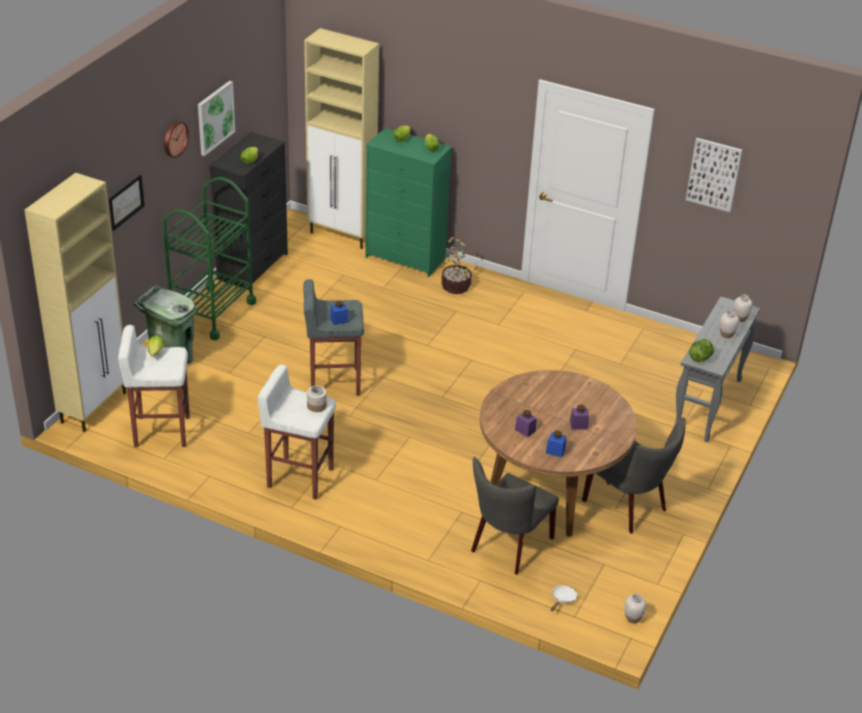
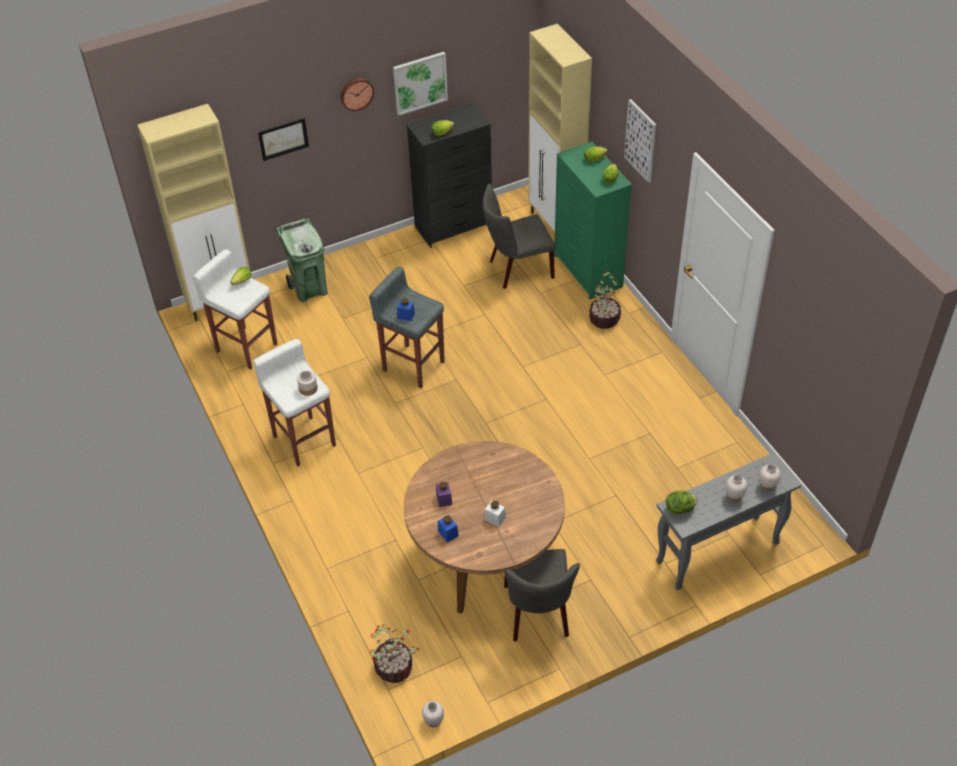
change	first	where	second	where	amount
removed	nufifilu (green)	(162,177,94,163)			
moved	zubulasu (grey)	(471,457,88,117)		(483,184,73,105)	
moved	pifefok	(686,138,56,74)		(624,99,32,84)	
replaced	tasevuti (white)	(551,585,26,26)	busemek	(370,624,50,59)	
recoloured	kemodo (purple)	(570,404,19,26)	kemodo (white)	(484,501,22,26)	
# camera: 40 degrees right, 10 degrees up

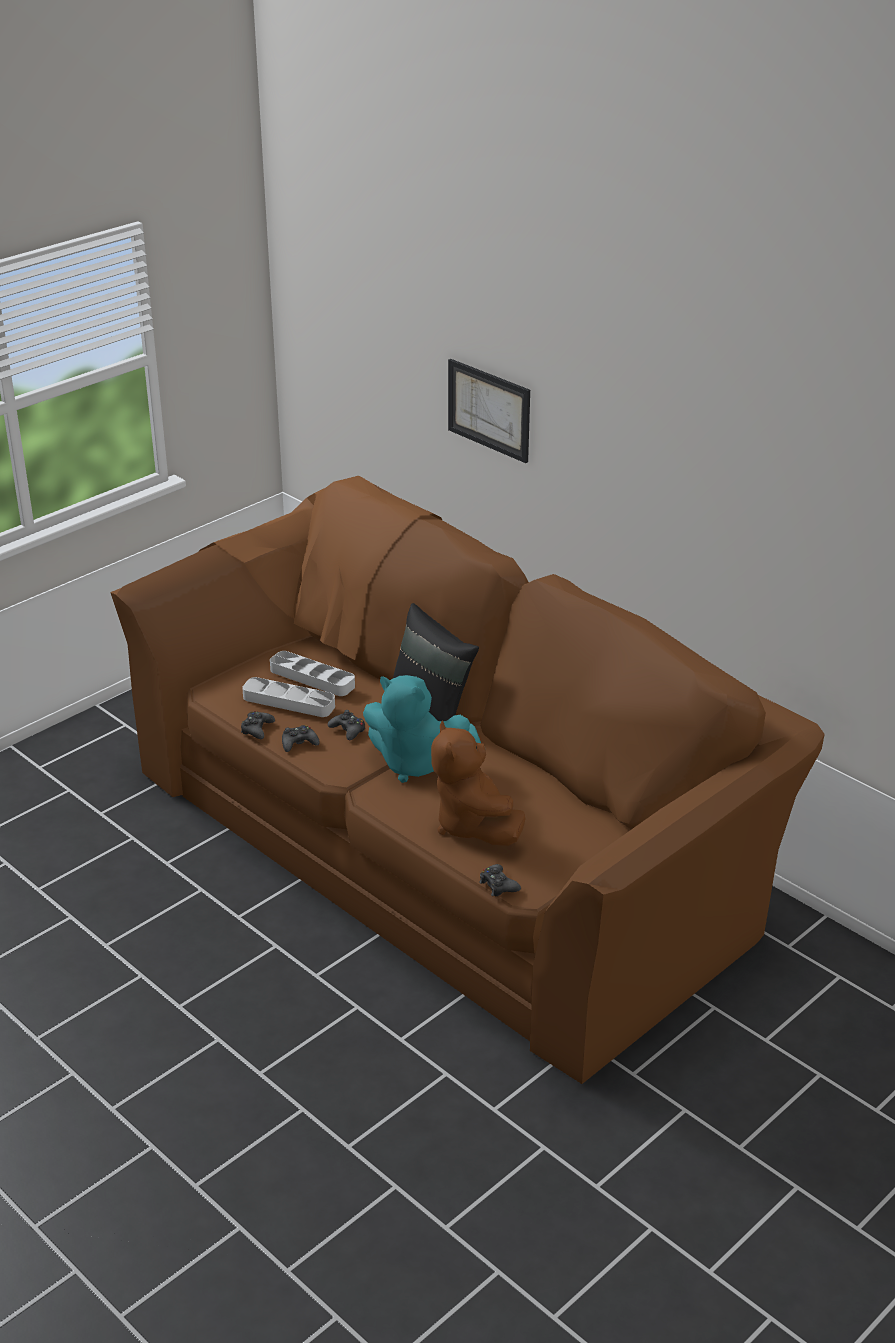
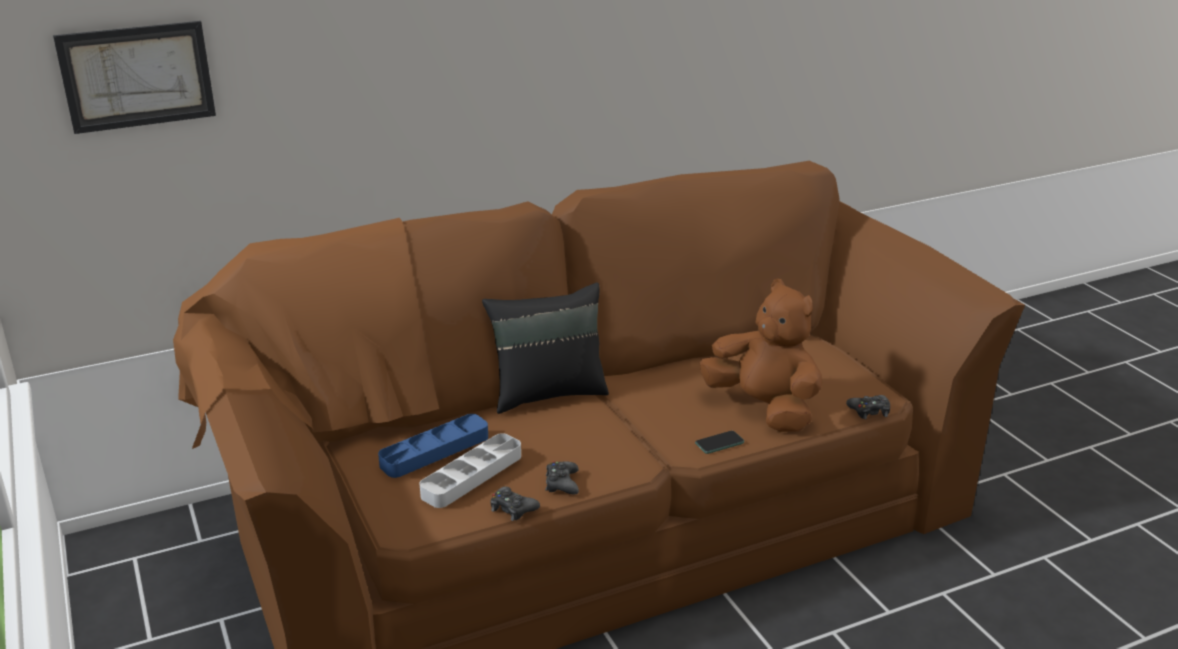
change	first	where	second	where	amount
removed	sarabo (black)	(328,710,37,30)			
removed	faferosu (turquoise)	(363,675,118,108)			
added			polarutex	(695,431,49,23)	
moved	pifefok	(448,359,82,104)		(53,21,163,113)	
recoloured	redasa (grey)	(270,651,85,45)	redasa (blue)	(378,414,110,64)	
turned	faferosu (brown)	(431,721,95,125)		(700,279,122,153)	135 degrees counterclockwise
# camera: 70 degrees left, 5 degrees down

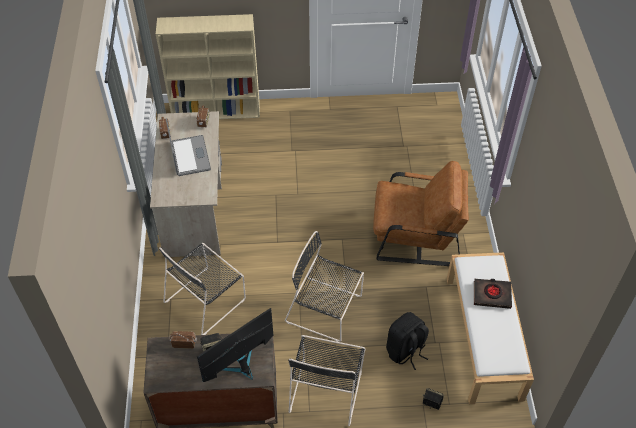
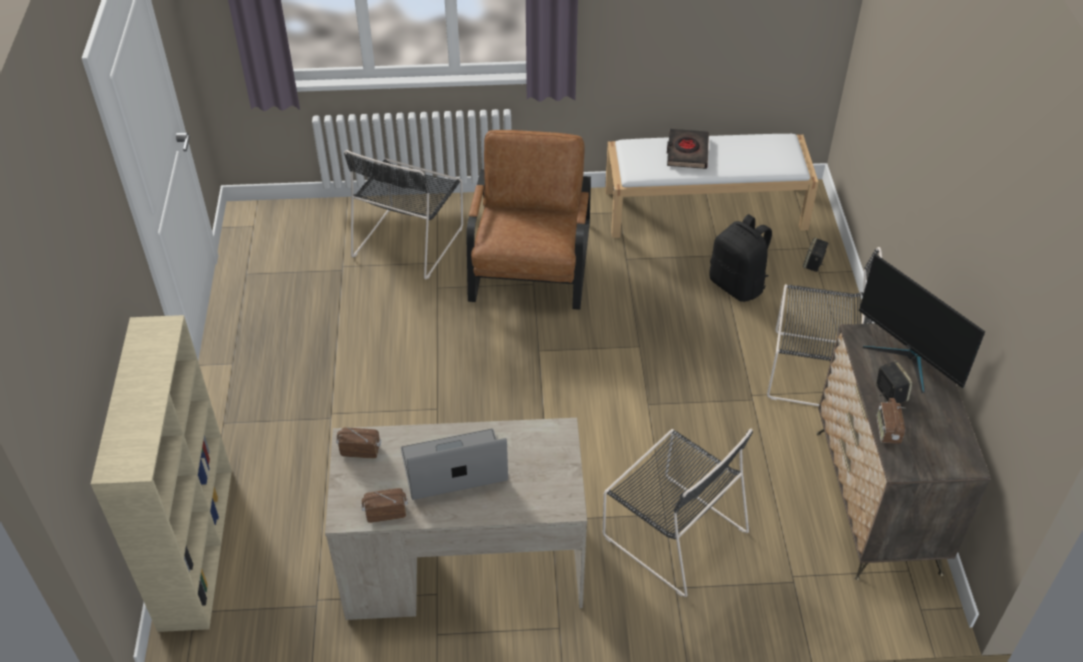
change	first	where	second	where	amount
moved	zubulasu (black)	(285,231,79,111)		(344,150,119,130)	
# camera: 90 degrees left, 5 degrees down

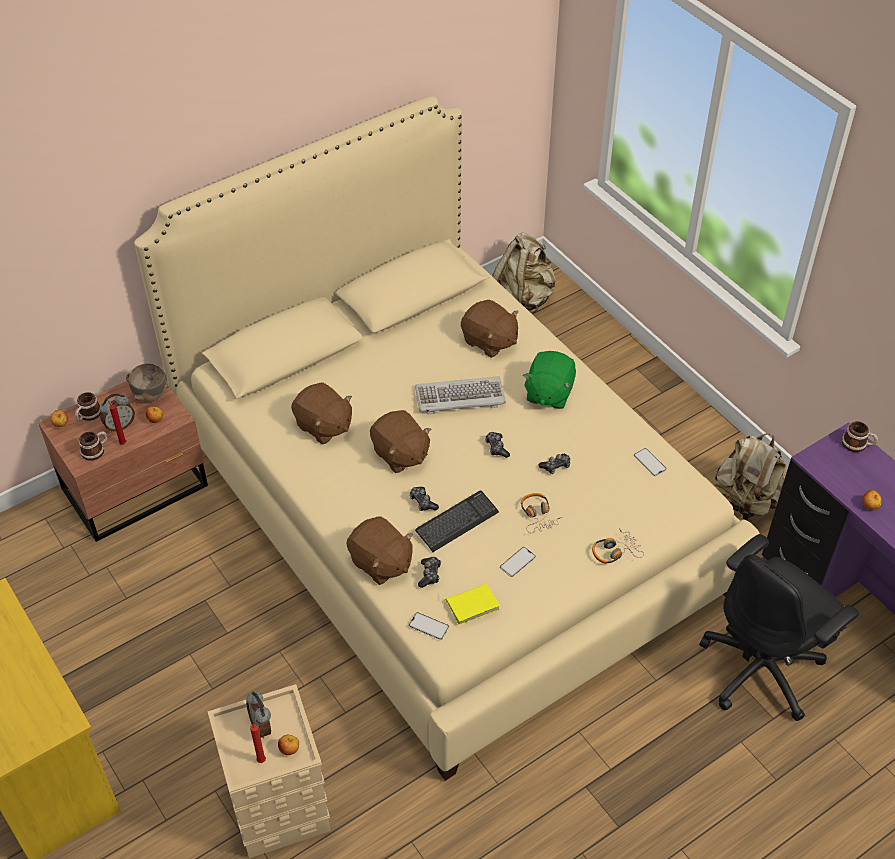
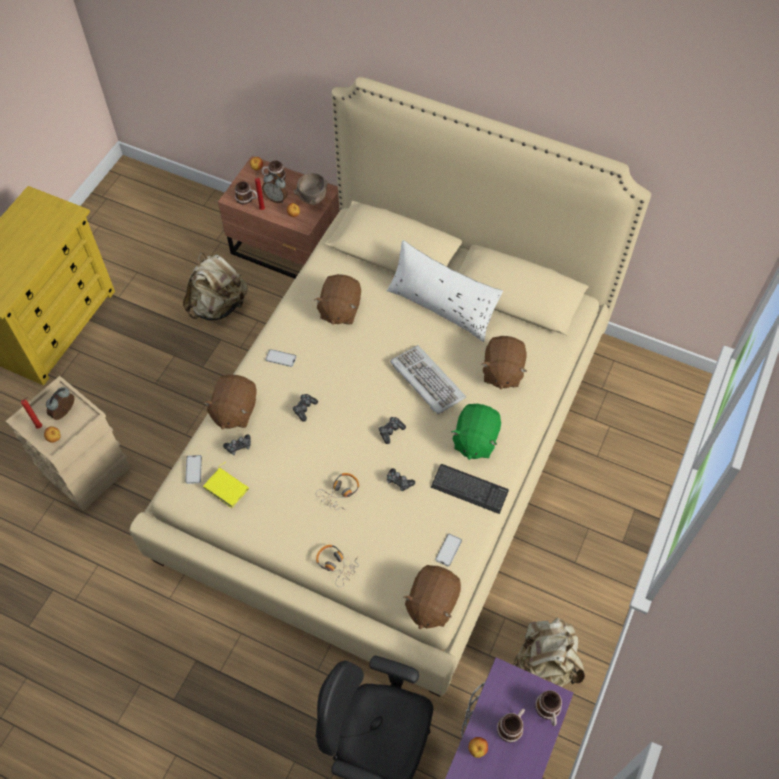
change	first	where	second	where	amount
added			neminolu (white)	(387,240,116,102)	
added			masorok	(497,709,28,34)	
moved	faferosu (brown)	(370,410,61,63)		(403,565,58,64)	
moved	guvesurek	(415,490,84,62)		(431,464,78,50)	
moved	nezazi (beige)	(492,233,64,80)		(183,253,65,67)	
moved	polarutex	(500,547,36,30)		(265,349,32,18)	
turned	faferosu (green)	(522,351,54,58)		(451,404,50,56)	60 degrees counterclockwise
# camera: 60 degrees right, 10 degrees up

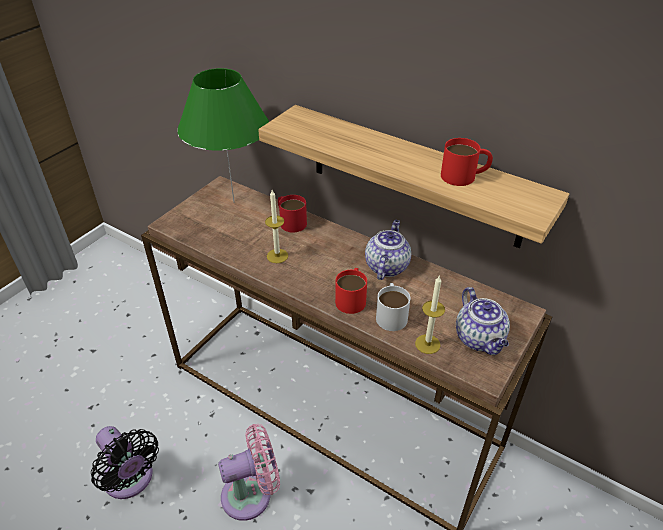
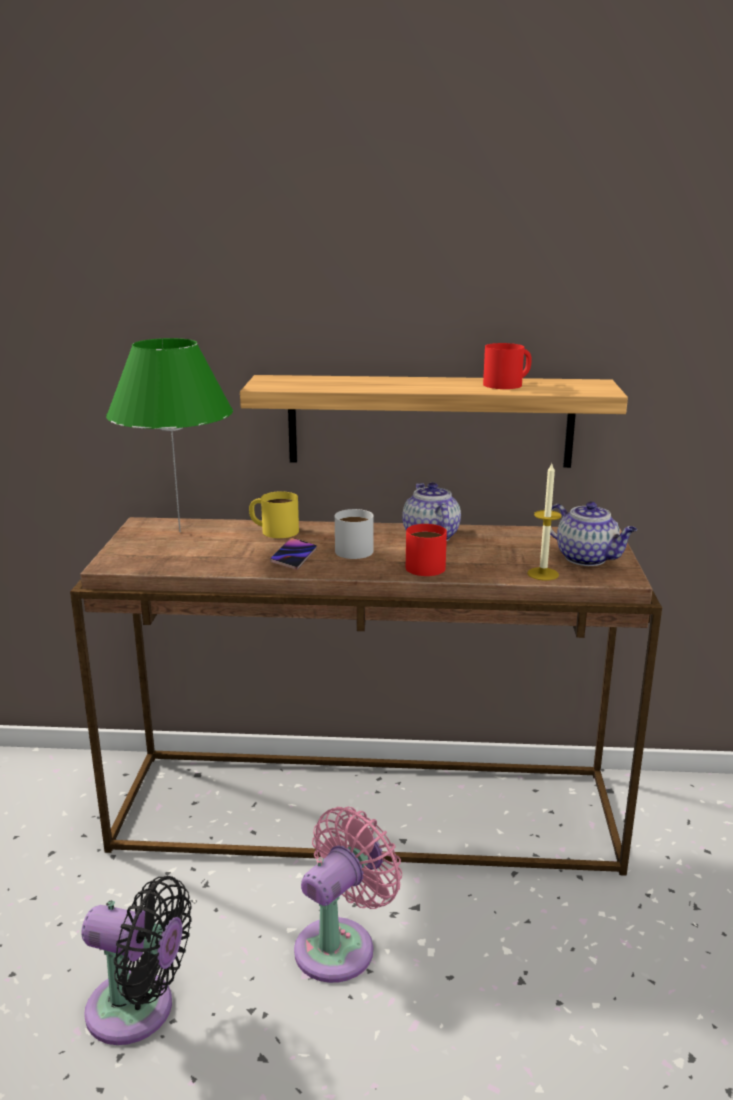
change	first	where	second	where	amount
moved	masorok (white)	(376,283,34,48)		(335,509,38,50)	
replaced	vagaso	(265,190,23,73)	polarutex	(270,538,47,32)	
recoloured	masorok (red)	(278,195,29,37)	masorok (yellow)	(249,491,50,47)	
# camera: 30 degrees left, 20 degrees down

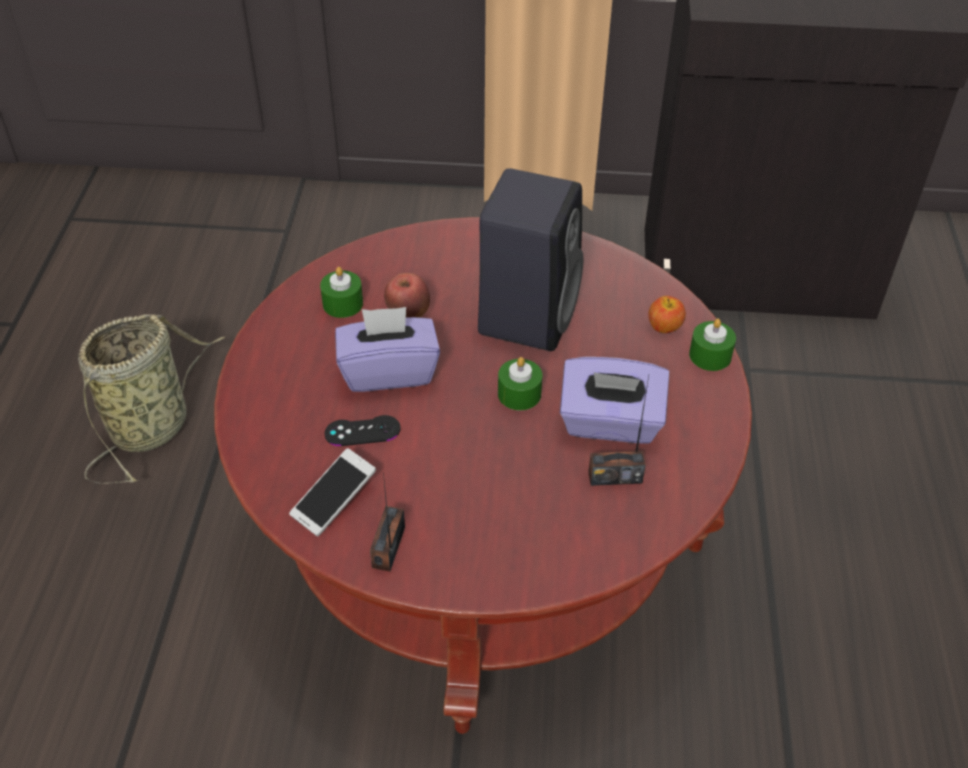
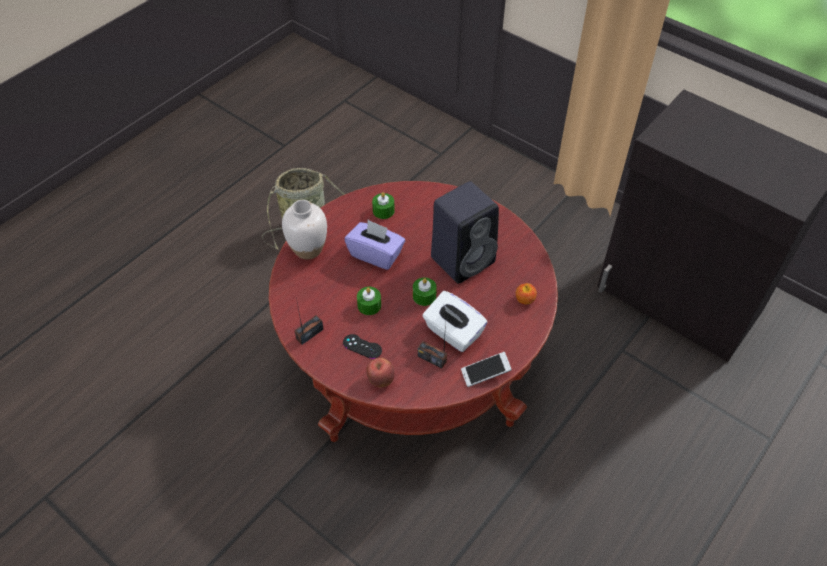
change	first	where	second	where	amount
added			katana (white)	(282,200,45,59)	
moved	polarutex	(289,448,87,89)		(461,352,51,35)	
moved	sarabo (black)	(325,415,75,31)		(343,334,39,25)	
moved	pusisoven	(384,273,46,45)		(366,358,29,29)	
moved	vagaso (green)	(689,318,47,53)		(357,287,24,28)	
recoloured	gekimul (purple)	(560,357,109,87)	gekimul (white)	(422,291,65,61)	
# camera: 35 degrees right, 5 degrees up

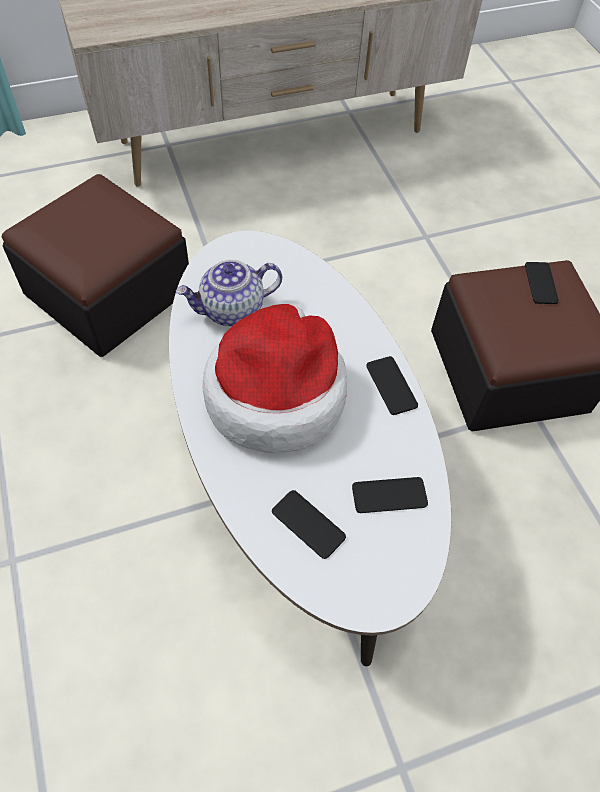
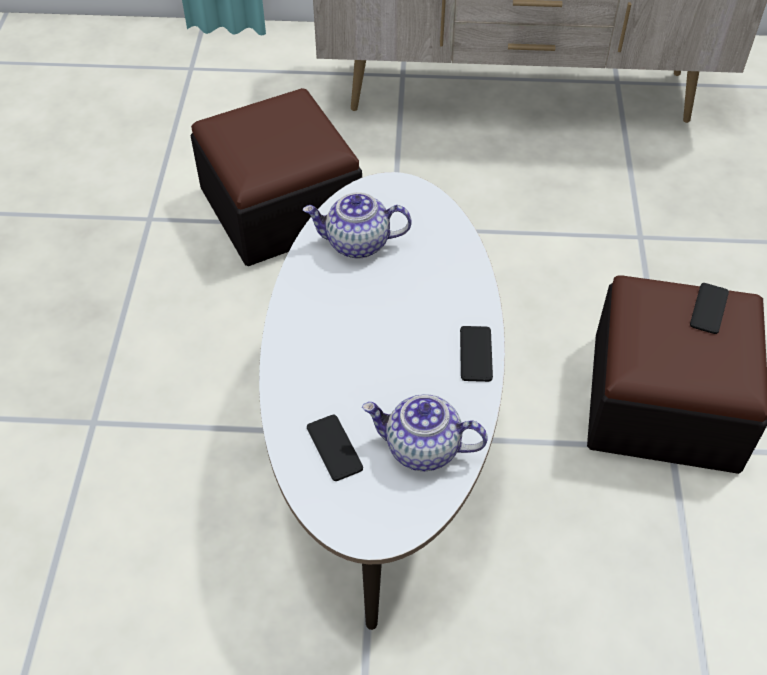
change	first	where	second	where	amount
removed	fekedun	(203,304,144,149)			
replaced	polarutex	(352,477,76,36)	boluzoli	(362,394,126,77)	
# camera: 25 degrees right, 5 degrees down

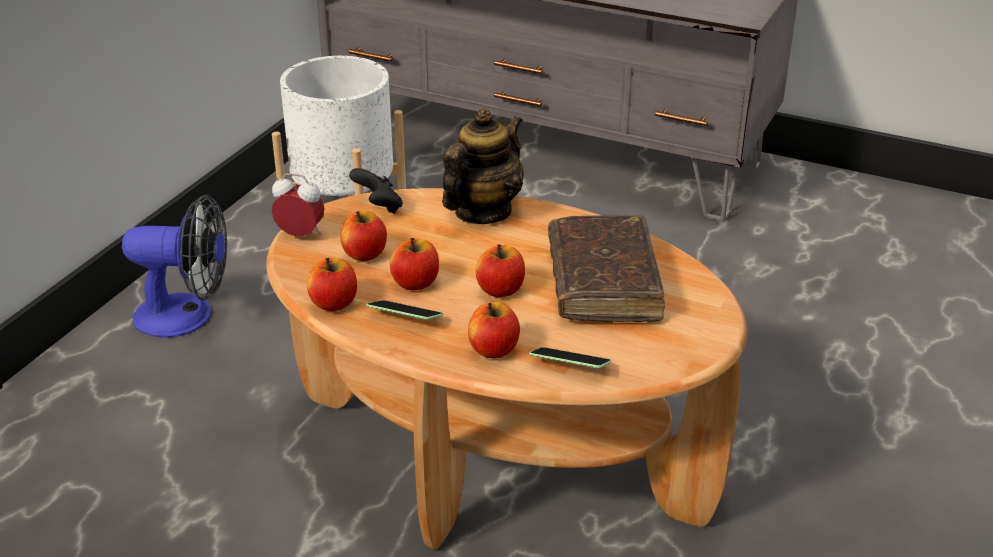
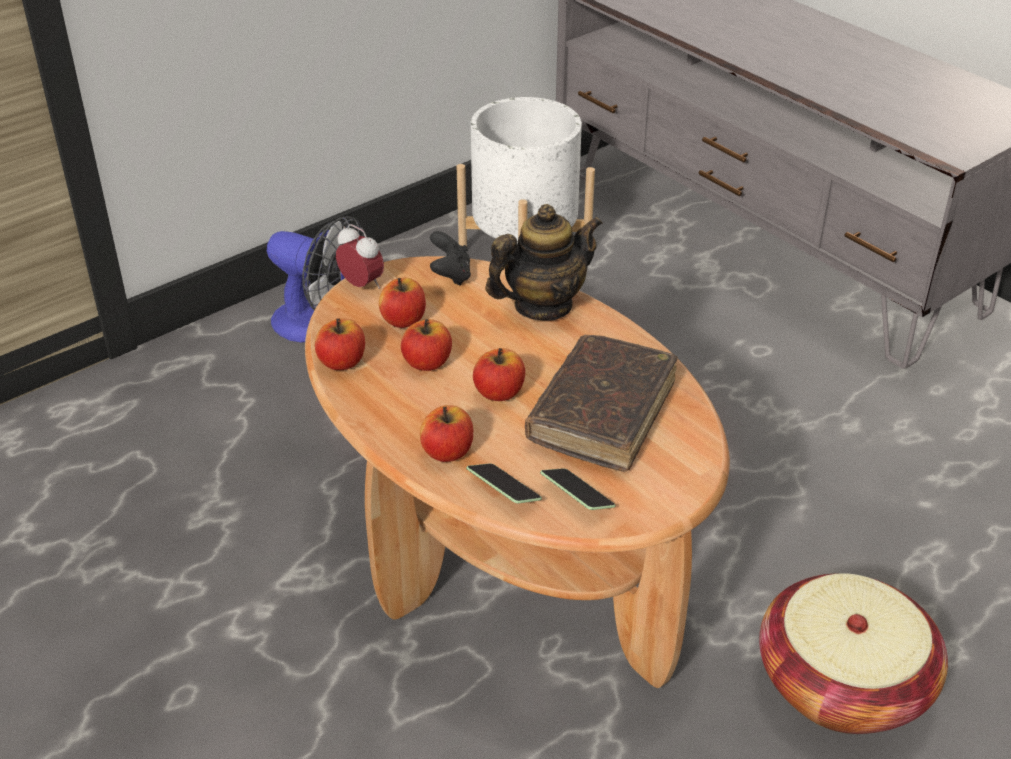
change	first	where	second	where	amount
added			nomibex	(759,573,189,161)	
moved	polarutex	(366,300,77,20)		(540,468,76,42)	
# camera: 25 degrees right, 5 degrees up

